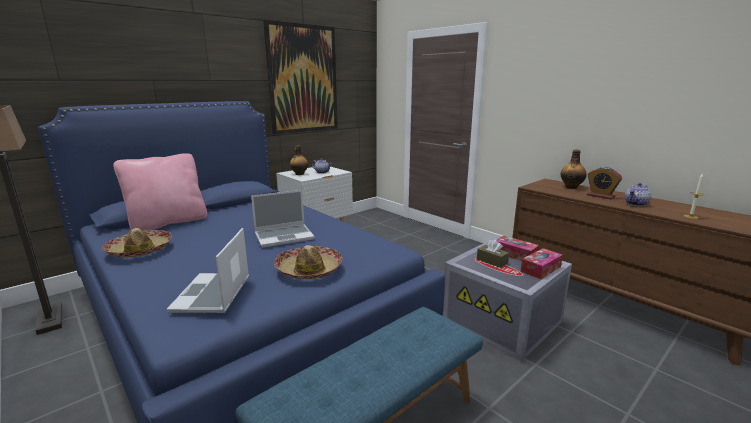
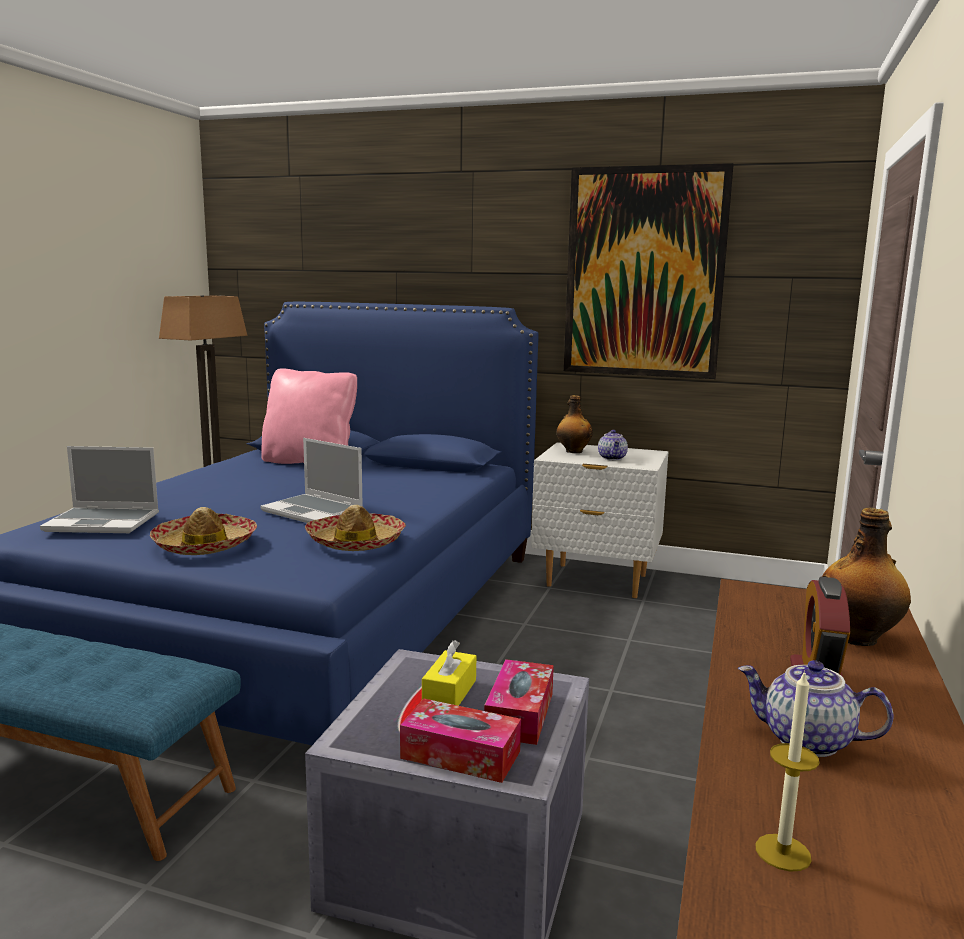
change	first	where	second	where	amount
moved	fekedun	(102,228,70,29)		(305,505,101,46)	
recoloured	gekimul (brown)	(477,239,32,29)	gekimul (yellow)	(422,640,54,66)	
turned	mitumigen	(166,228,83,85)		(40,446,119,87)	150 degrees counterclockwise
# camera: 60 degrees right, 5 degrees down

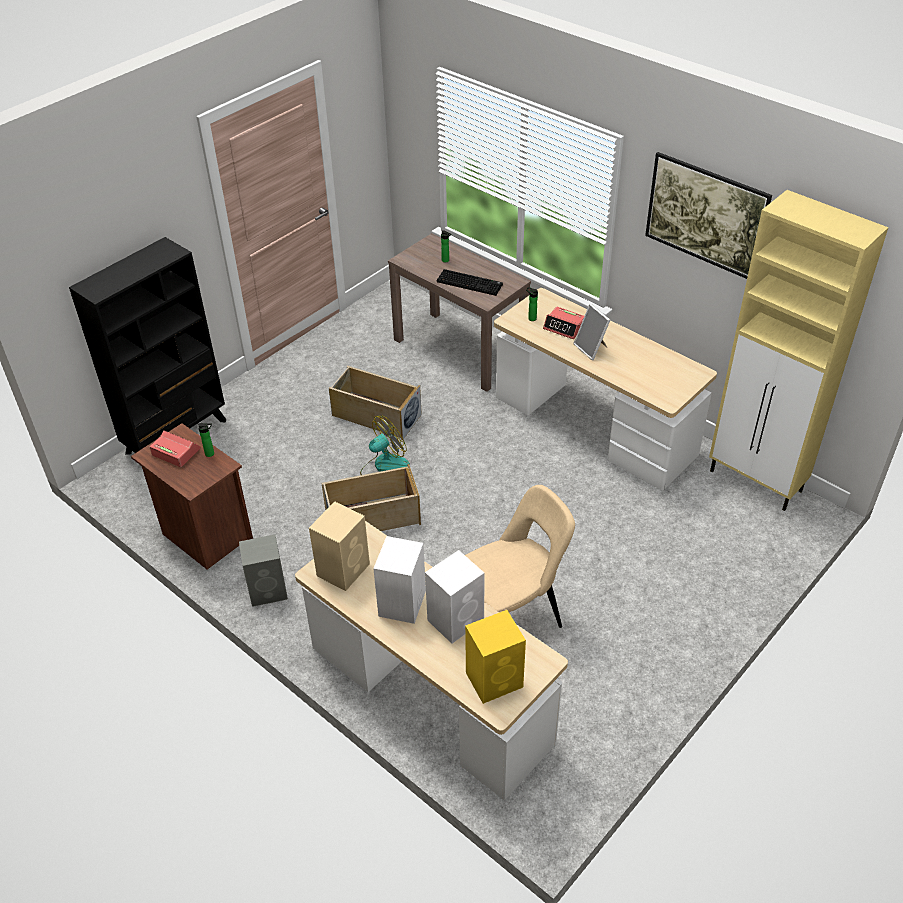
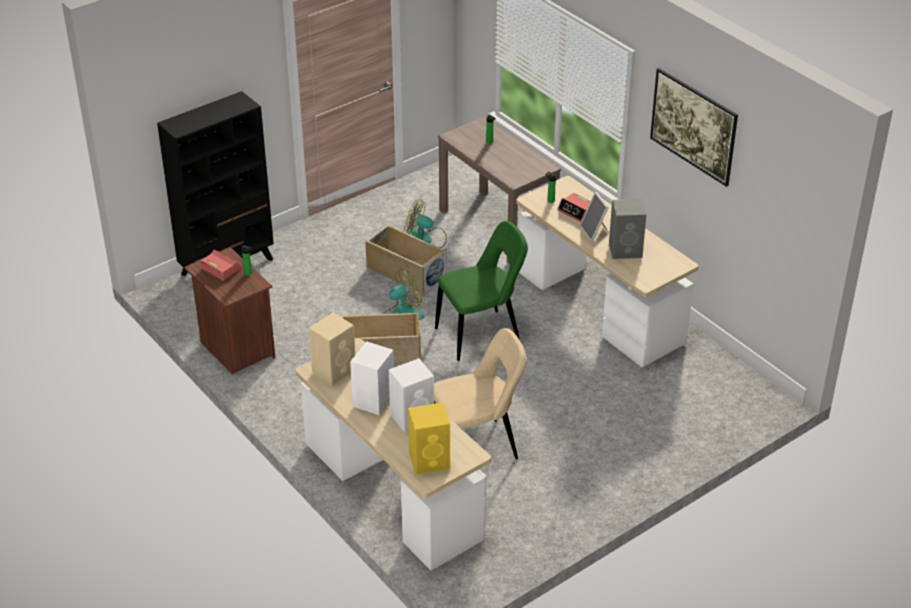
change	first	where	second	where	amount
removed	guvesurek	(437,269,66,27)			
removed	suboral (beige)	(709,190,179,321)			
added			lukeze	(404,199,43,49)	
added			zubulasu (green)	(435,221,93,140)	
moved	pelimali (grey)	(239,535,49,72)		(609,199,38,60)	
# camera: 10 degrees right, 5 degrees down

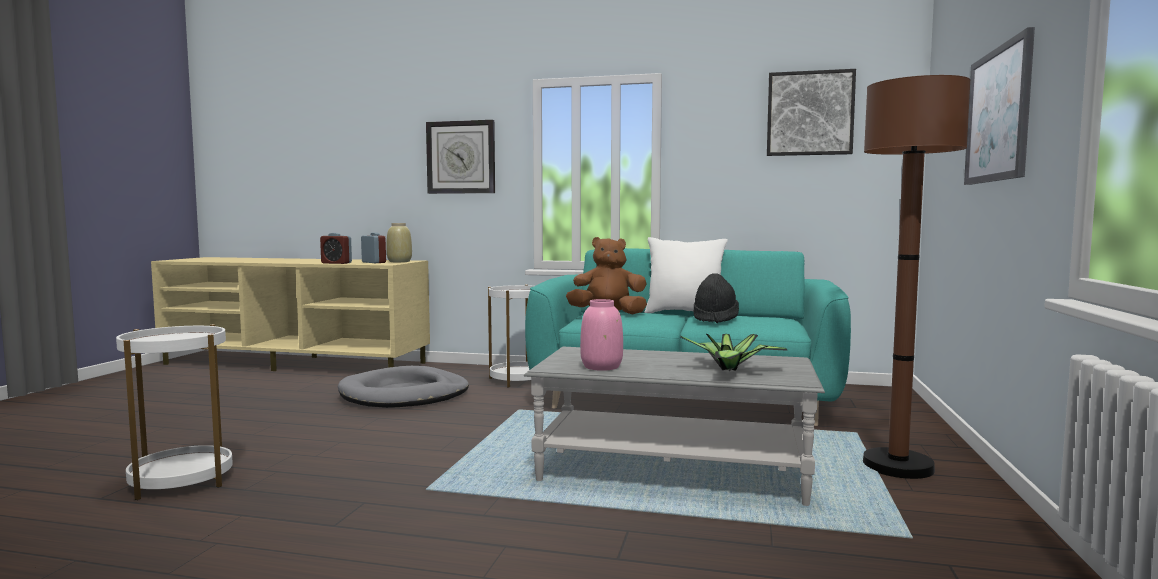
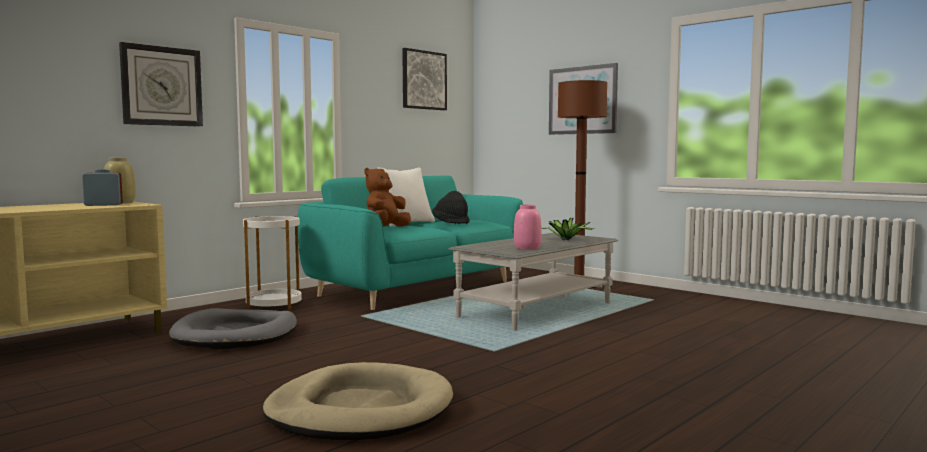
change	first	where	second	where	amount
removed	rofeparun	(320,233,32,31)			
replaced	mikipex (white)	(116,324,117,176)	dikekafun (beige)	(262,362,191,78)	
# camera: 60 degrees left, 0 degrees up

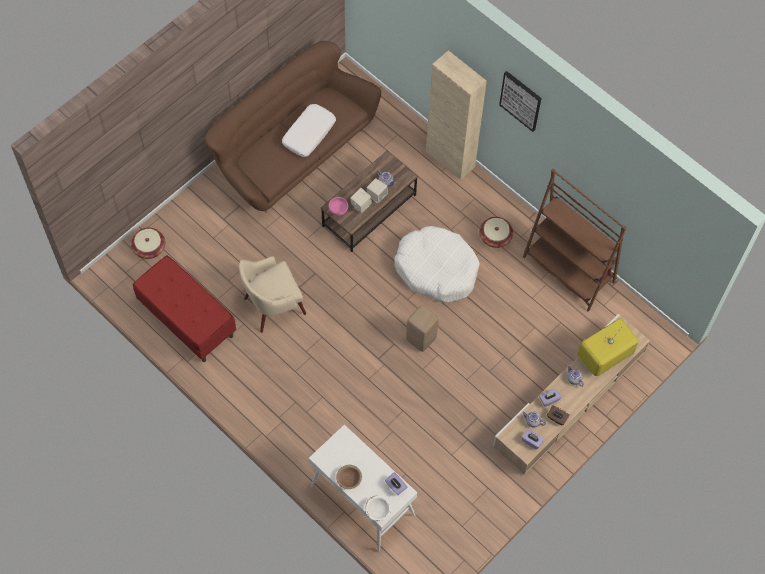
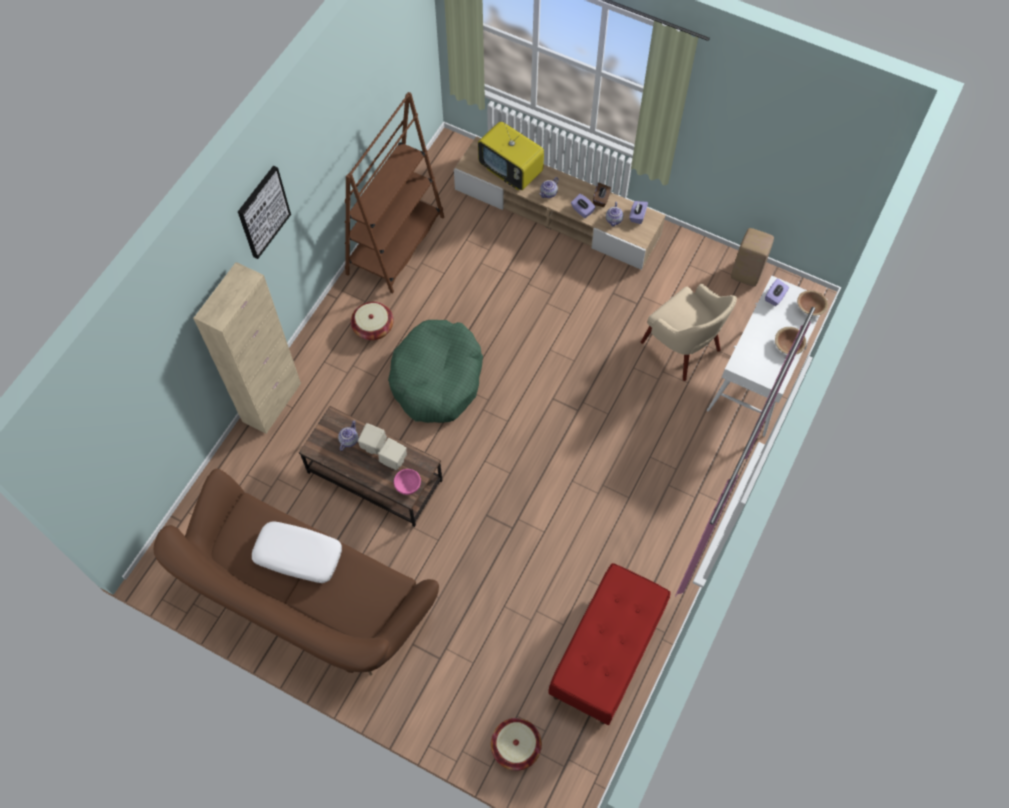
change	first	where	second	where	amount
moved	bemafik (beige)	(239,257,67,76)		(641,284,96,97)	
moved	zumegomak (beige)	(406,305,32,47)		(731,228,43,59)	
recoloured	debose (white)	(365,495,26,26)	debose (brown)	(797,290,31,26)	
recoloured	dikekafun (white)	(394,226,86,76)	dikekafun (green)	(388,320,95,103)	
# camera: 105 degrees left, 0 degrees up

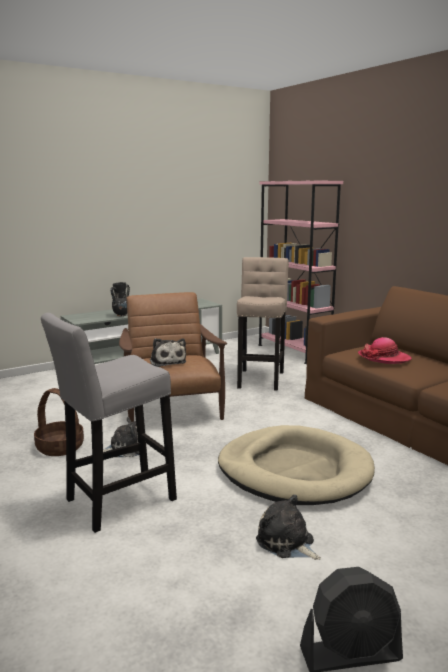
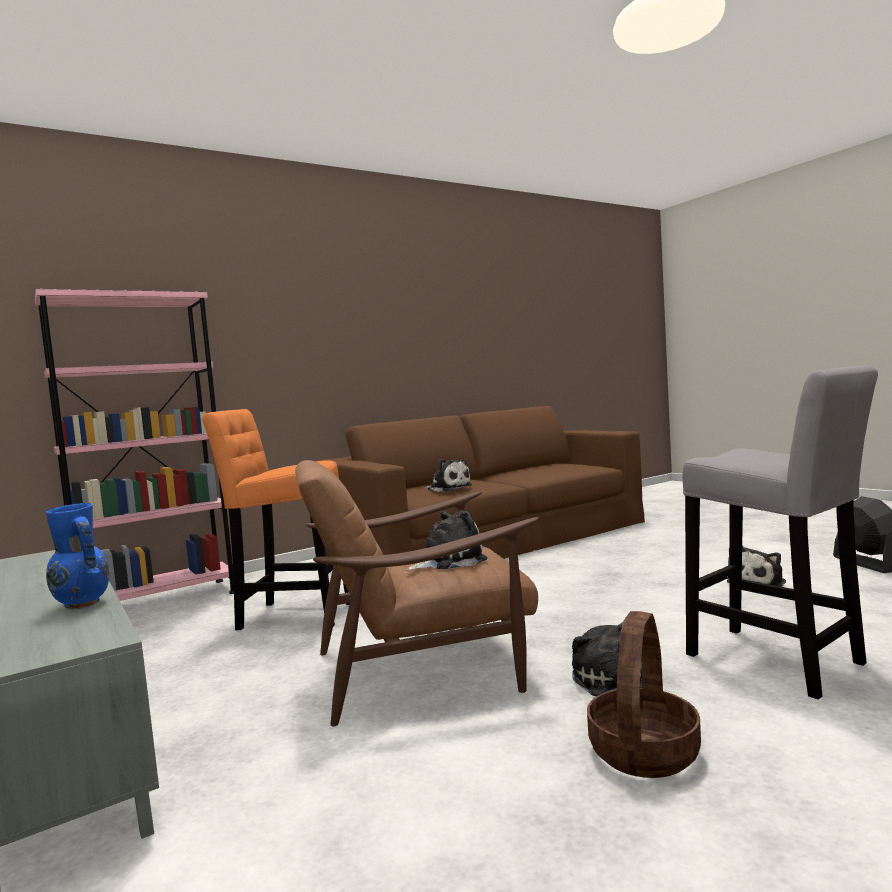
change	first	where	second	where	amount
removed	dikekafun (beige)	(218,425,157,80)			
replaced	fekedun	(358,337,54,27)	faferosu	(425,459,47,33)	
recoloured	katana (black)	(111,282,19,34)	katana (blue)	(46,503,63,107)	
recoloured	zumegomak (beige)	(237,257,52,134)	zumegomak (orange)	(202,409,148,221)	
# camera: 90 degrees left, 10 degrees down

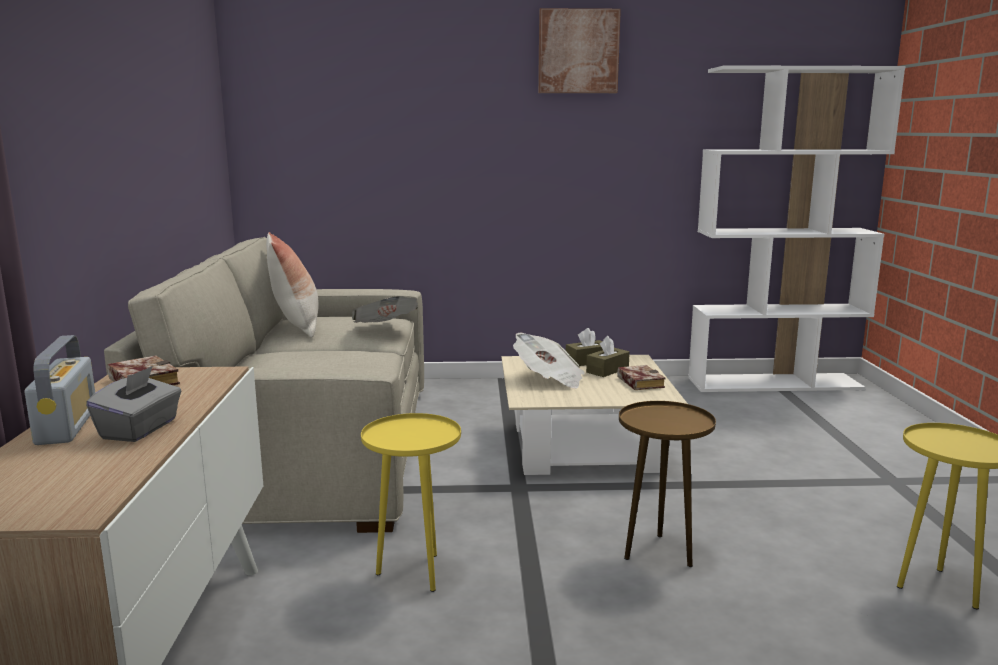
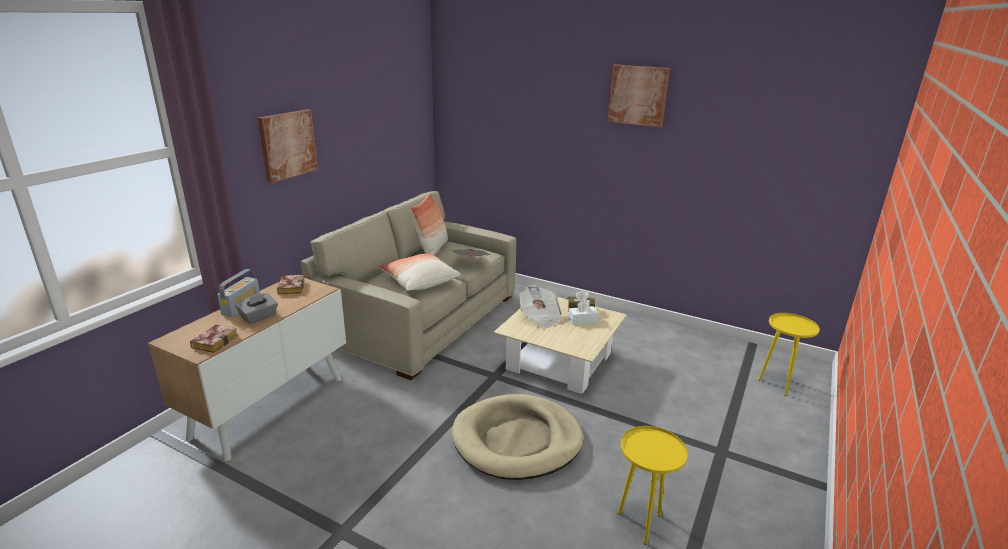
change	first	where	second	where	amount
removed	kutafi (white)	(688,65,217,327)			
added			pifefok	(258,109,60,74)	
added			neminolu	(379,253,82,38)	
moved	mikipex (yellow)	(361,413,100,179)		(758,313,62,83)	
moved	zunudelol	(617,365,49,25)		(190,324,48,29)	
replaced	mikipex (brown)	(619,401,97,166)	dikekafun (beige)	(452,394,131,86)	
recoloured	gekimul (brown)	(586,336,44,41)	gekimul (white)	(568,300,31,25)	
# camera: 30 degrees right, 10 degrees up

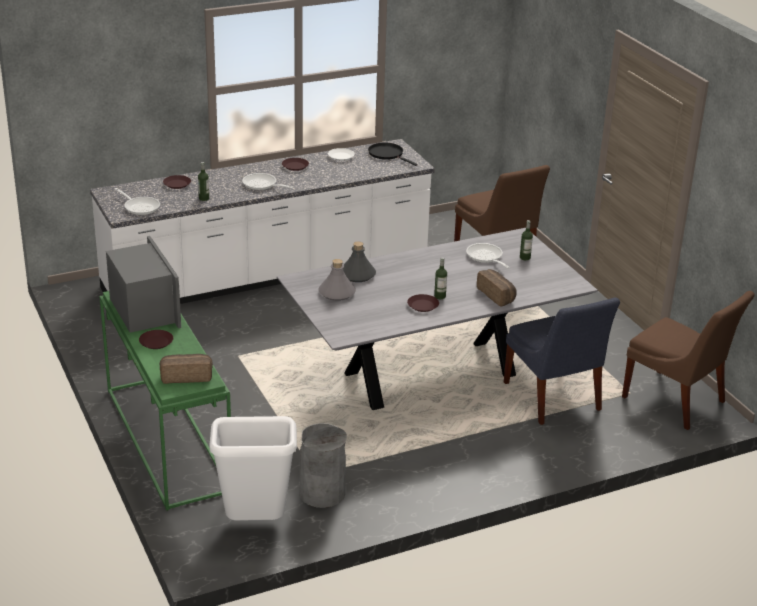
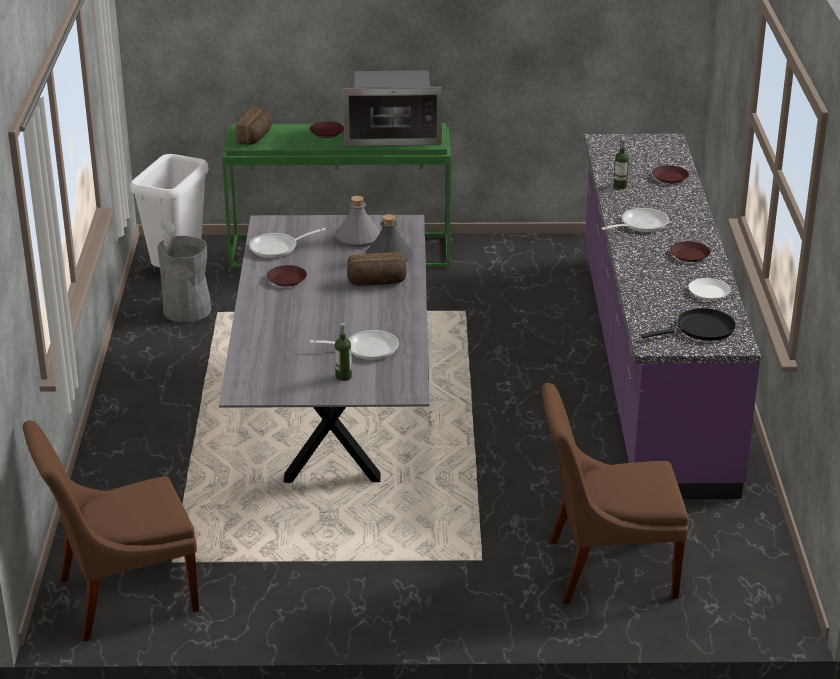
change	first	where	second	where	amount
removed	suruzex	(434,257,13,42)			
removed	zubulasu (blue)	(504,298,116,127)			
moved	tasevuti	(114,188,46,27)		(249,228,77,30)	
moved	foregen	(477,269,40,38)		(347,252,60,34)	
recoloured	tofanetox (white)	(90,139,345,165)	tofanetox (purple)	(584,134,177,365)	
# camera: 115 degrees right, 0 degrees up

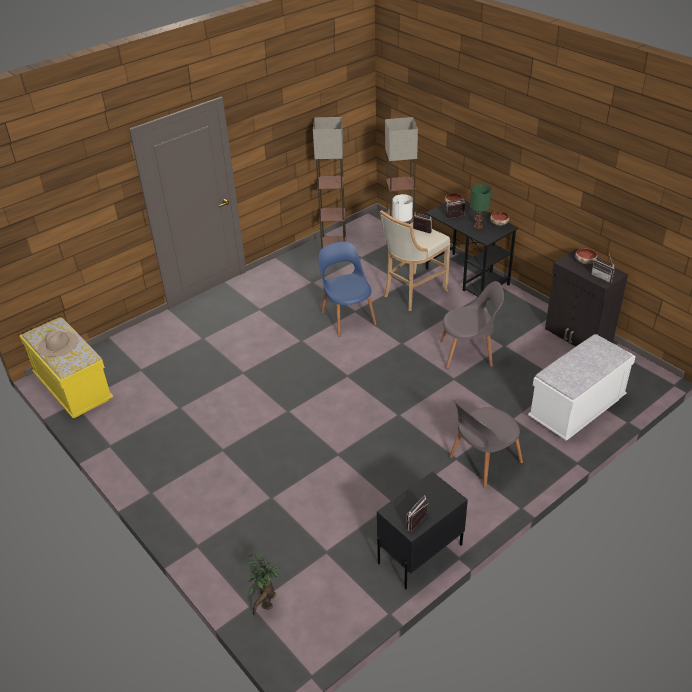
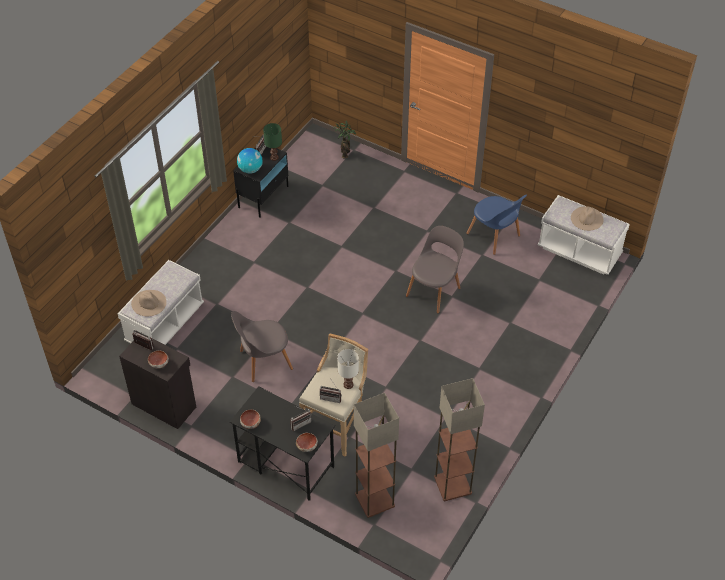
change	first	where	second	where	amount
added			fekedun (beige)	(131,290,35,27)	
added			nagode	(237,148,25,26)	
moved	zubulasu (blue)	(318,241,58,96)		(466,195,61,60)	
moved	zubulasu (grey)	(449,400,74,88)		(406,226,58,87)	
moved	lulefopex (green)	(470,184,22,45)		(263,123,19,38)	
recoloured	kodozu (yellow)	(19,317,94,101)	kodozu (white)	(538,195,92,80)	
# camera: 160 degrees right, 10 degrees up

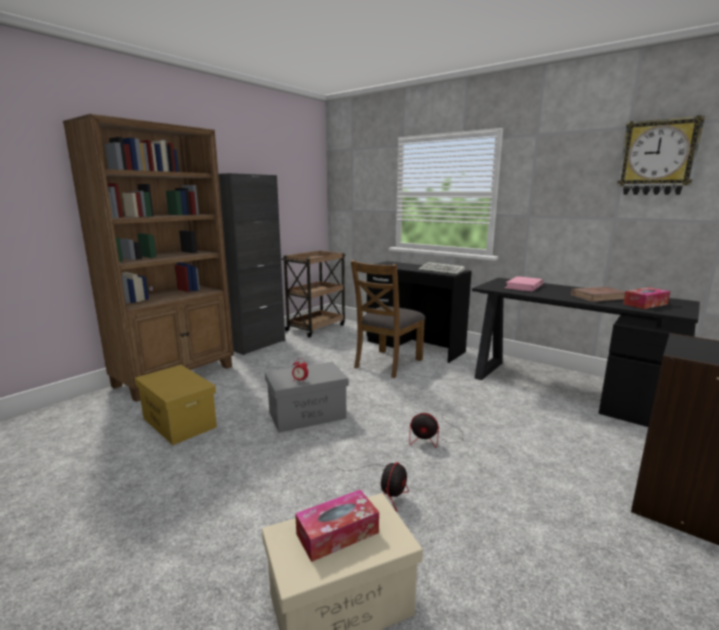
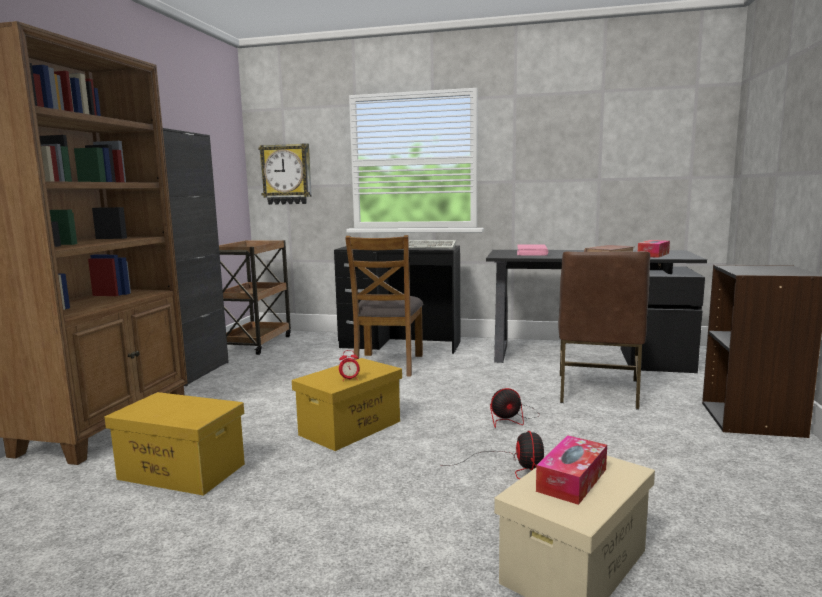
change	first	where	second	where	amount
added			zubulasu (brown)	(558,251,92,159)	
moved	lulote	(617,115,88,80)		(258,143,54,62)	
recoloured	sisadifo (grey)	(265,362,84,71)	sisadifo (yellow)	(292,358,110,93)	
# camera: 25 degrees left, 5 degrees down

